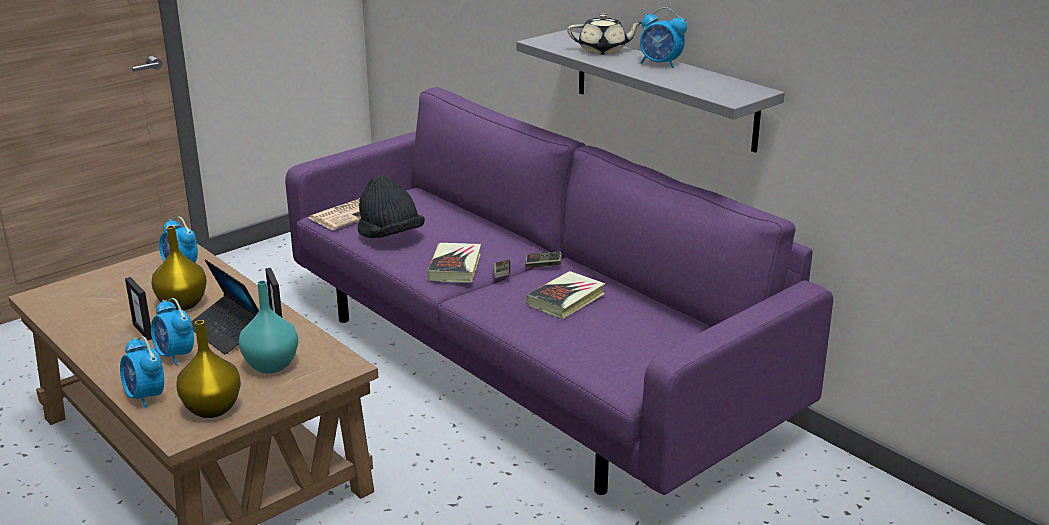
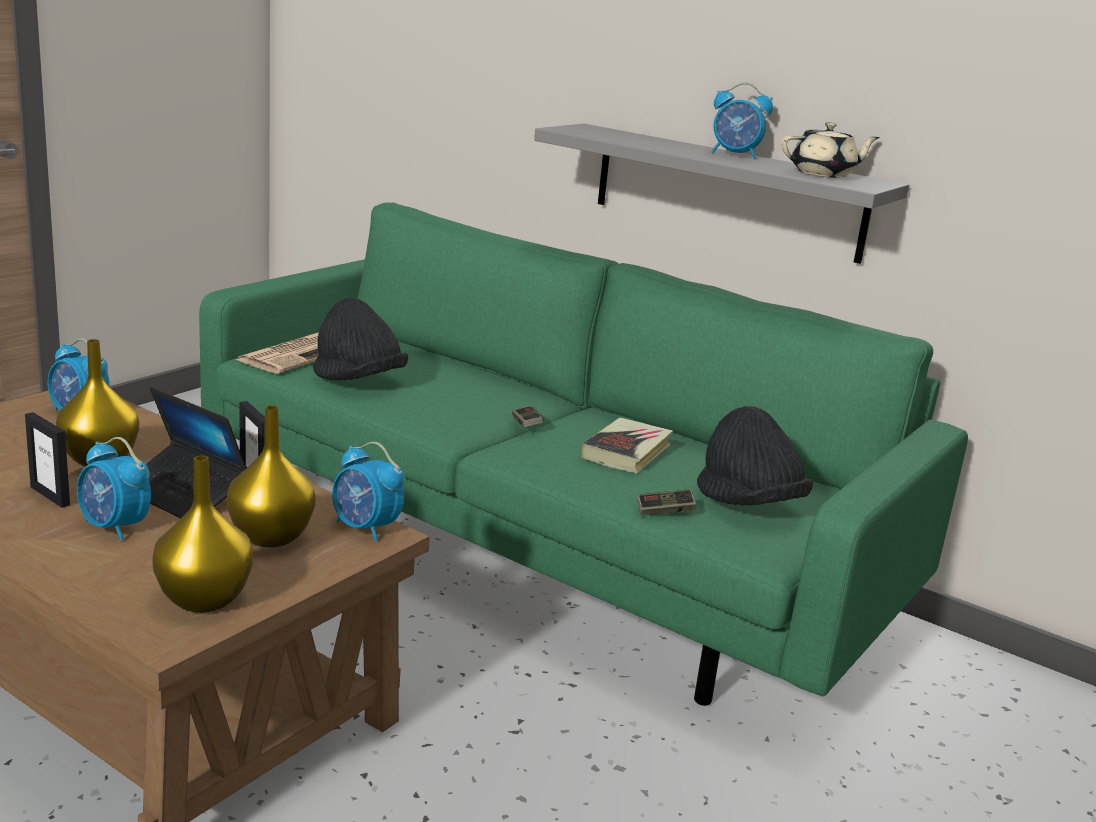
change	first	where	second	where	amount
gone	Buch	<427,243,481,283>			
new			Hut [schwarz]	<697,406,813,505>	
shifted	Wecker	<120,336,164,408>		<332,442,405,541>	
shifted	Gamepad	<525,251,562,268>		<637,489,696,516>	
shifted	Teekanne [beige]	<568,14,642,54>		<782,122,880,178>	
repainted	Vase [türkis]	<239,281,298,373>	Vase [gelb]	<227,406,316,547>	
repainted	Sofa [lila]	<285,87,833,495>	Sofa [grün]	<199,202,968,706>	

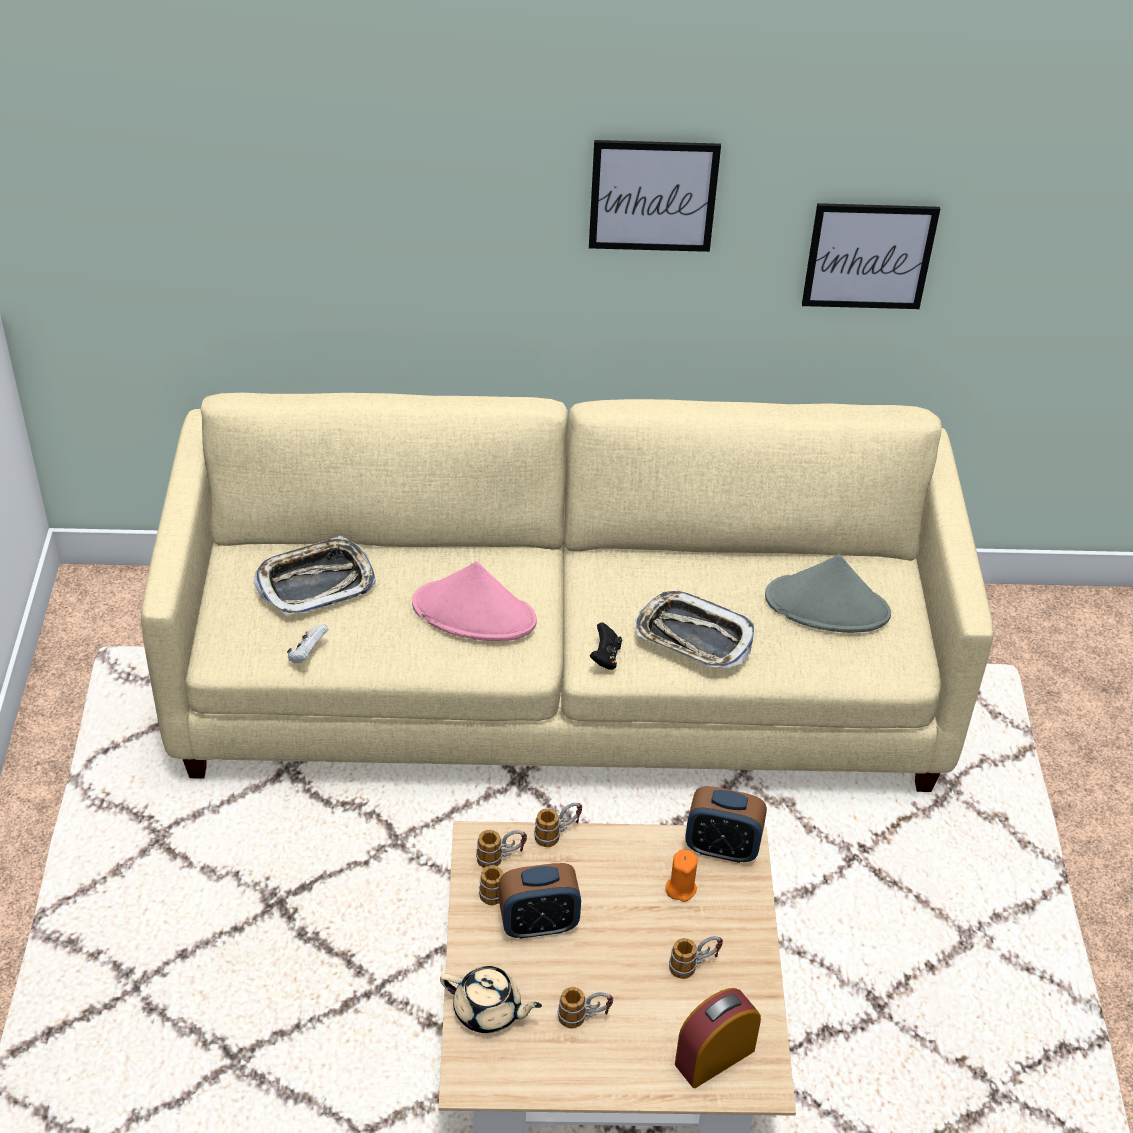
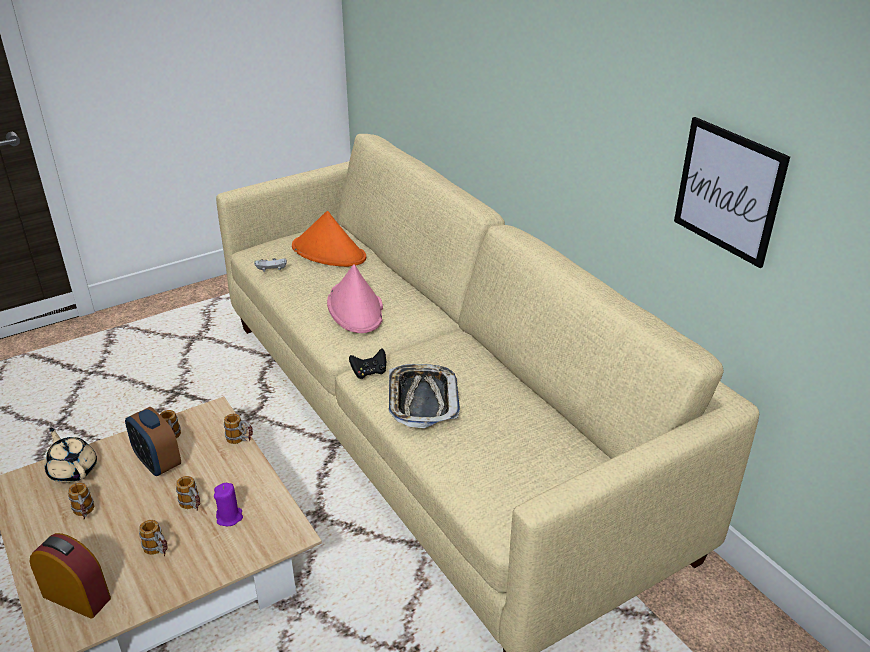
change	first	where	second	where	amount
gone	Bild	<589,140,721,252>			
gone	Wecker	<685,786,767,863>			
gone	Hut [grau]	<765,555,891,633>			
shifted	Henkelbecher	<476,830,527,868>		<176,476,200,511>	
swapped	Tablett	<254,536,376,616>	Hut [orange]	<292,211,366,267>	
repainted	Kerze [orange]	<665,849,698,902>	Kerze [lila]	<214,483,243,526>	
rotated	Teekanne [beige]	<440,966,542,1033>		<45,428,97,483>	150 degrees clockwise

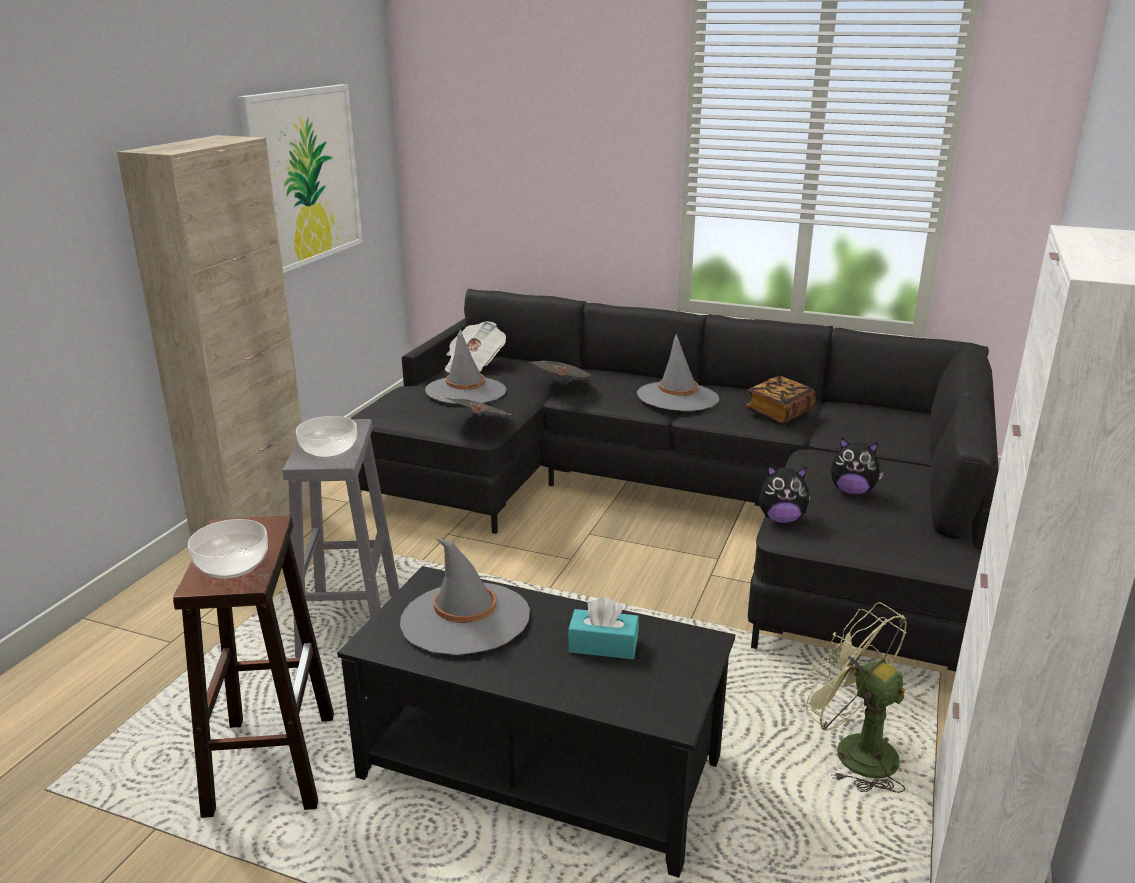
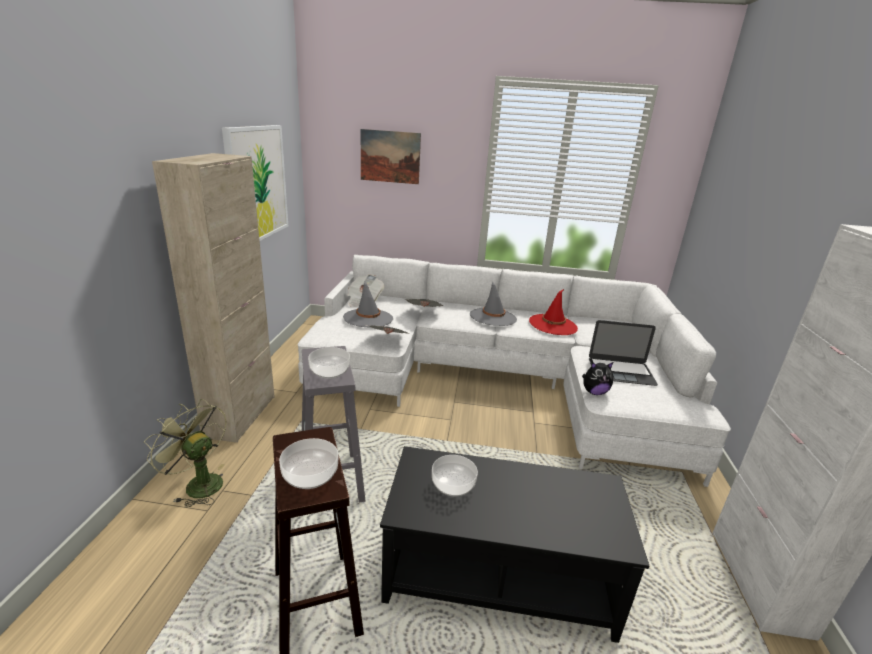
change	first	where	second	where	amount
gone	Taschentuchbox [türkis]	<568,597,639,659>			
new			Bild	<361,129,421,184>	
shifted	Ventilator [grün]	<800,602,907,793>		<144,399,227,507>	
swapped	Hut [grau]	<400,538,530,655>	Schüssel	<432,455,478,496>	
swapped	Buch	<745,376,816,425>	Hut [rot]	<529,289,578,335>	
swapped	Plüschtier	<831,437,884,495>	Laptop	<589,320,658,386>	
repainted	Sofa [schwarz]	<350,289,999,672>	Sofa [weiß]	<298,254,731,487>	

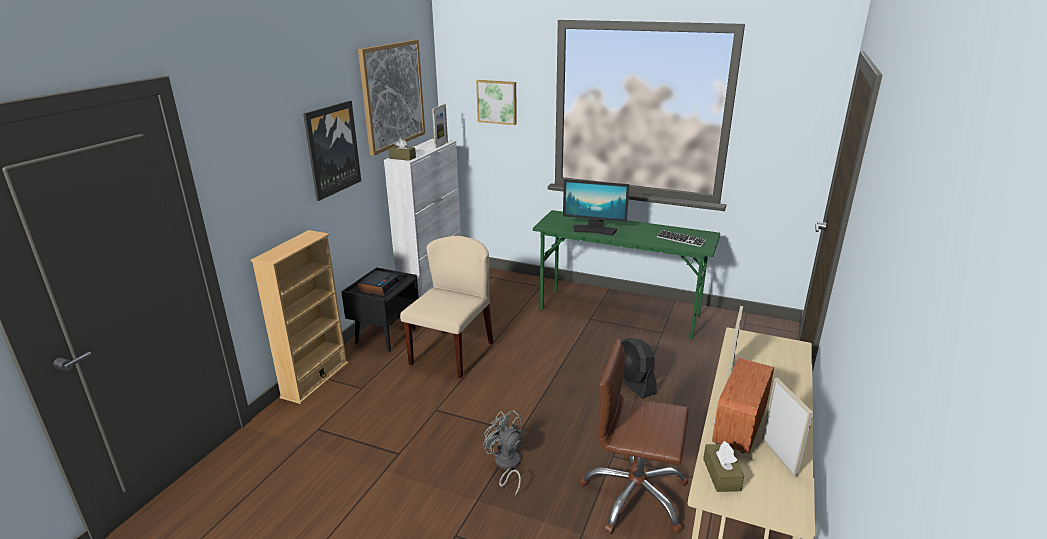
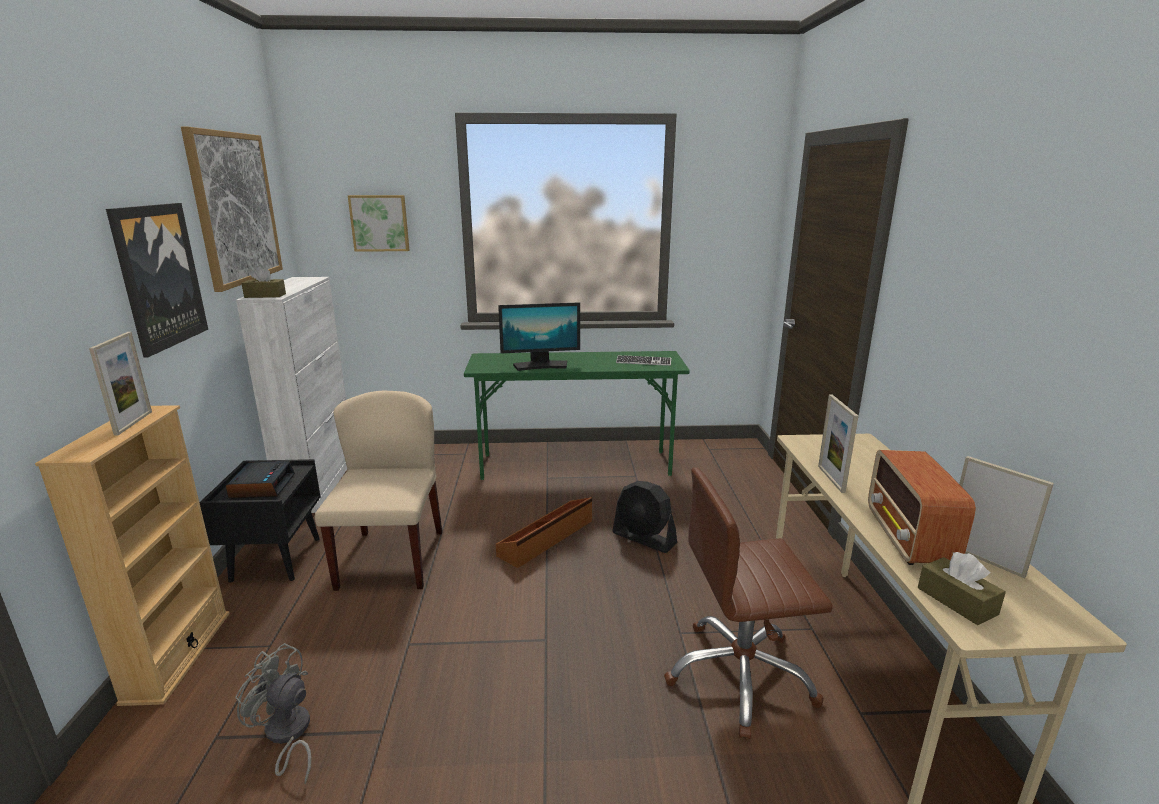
change	first	where	second	where	amount
new			Aufbewahrungsbox [braun]	<496,497,592,568>	
shifted	Bilderrahmen	<432,104,448,148>		<89,332,152,436>	
shifted	Ventilator [grau]	<483,410,523,496>		<235,643,311,785>	

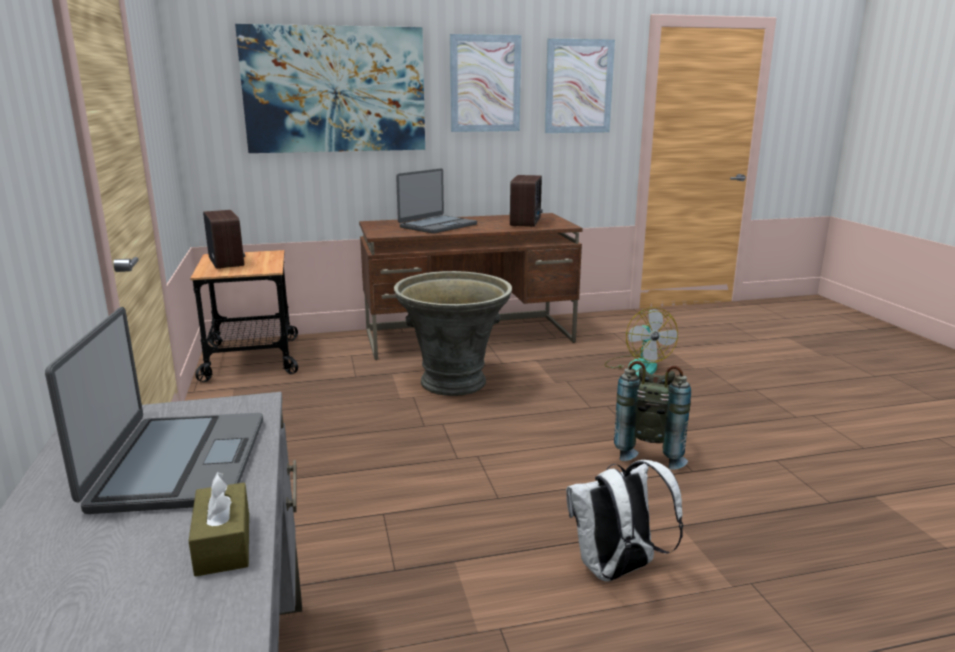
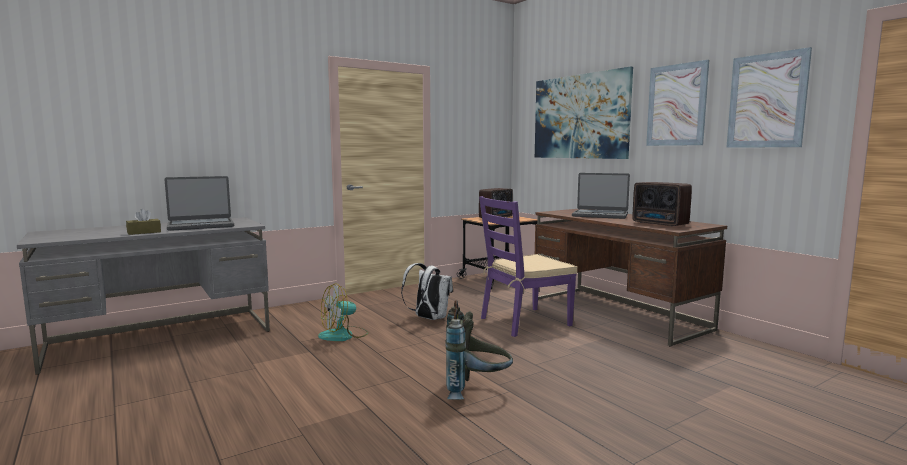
change	first	where	second	where	amount
shifted	Rucksack [weiß]	<566,460,683,582>		<401,263,453,320>	
shifted	Ventilator	<604,307,678,377>		<318,284,369,341>	
swapped	Pflanzkübel [grau]	<394,271,512,396>	Stuhl [lila]	<479,196,577,337>	
rotated	Radio	<510,175,542,227>		<632,182,692,227>	60 degrees clockwise

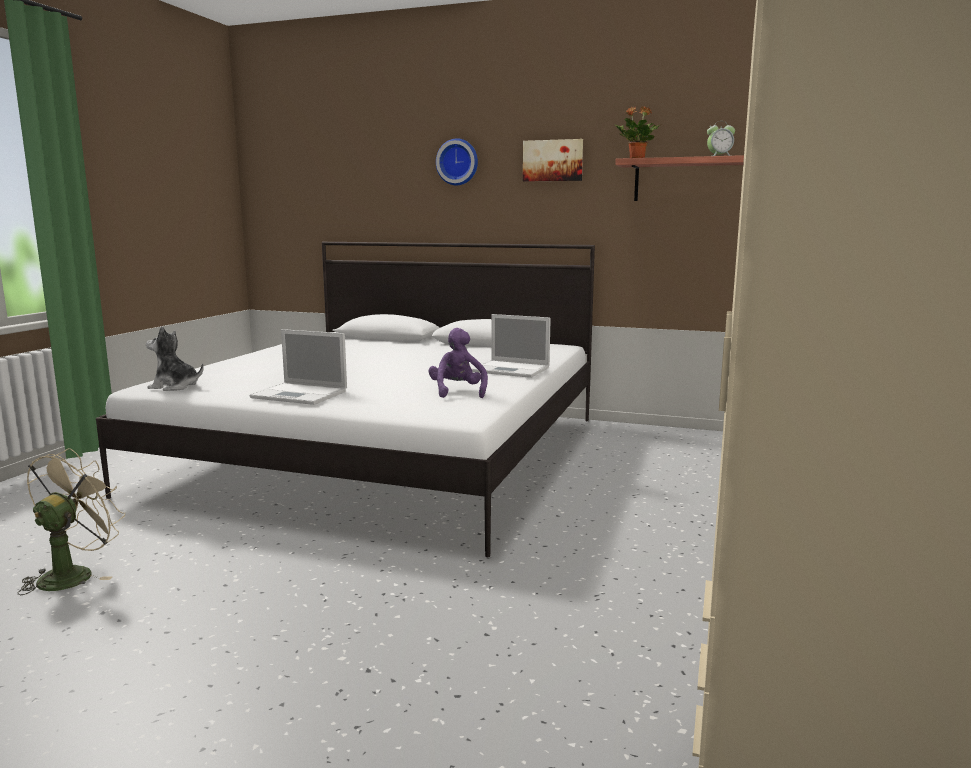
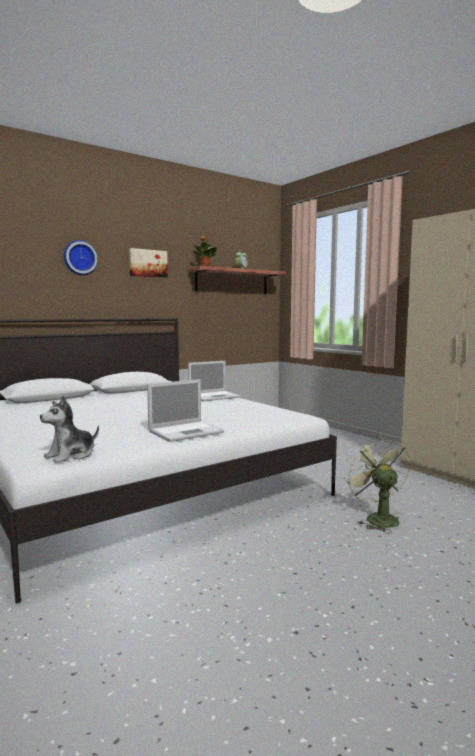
change	first	where	second	where	amount
gone	Ventilator [beige]	<18,448,125,595>			
gone	Plüschtier [lila]	<429,328,488,398>			
new			Ventilator [grün]	<344,436,410,533>	

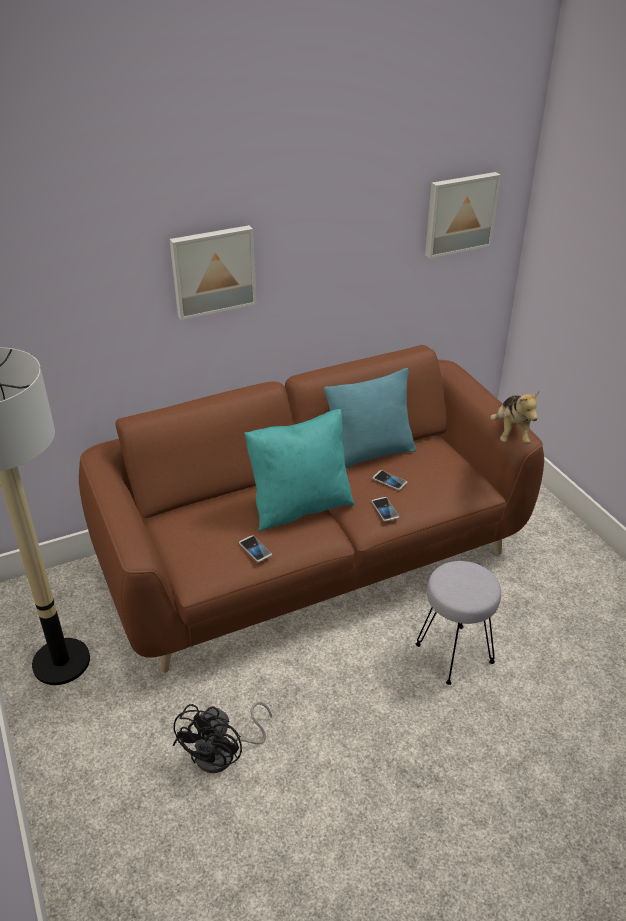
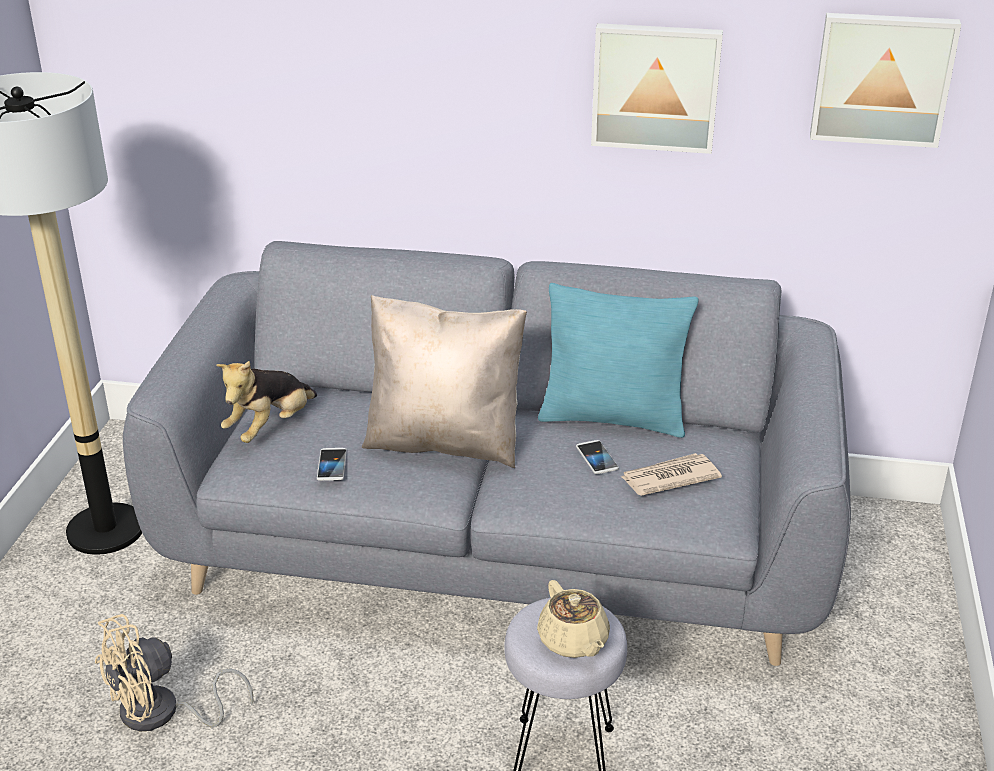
change	first	where	second	where	amount
gone	Handy	<371,497,399,521>			
new			Teekanne [beige]	<537,580,610,658>	
new			Zeitung	<621,453,722,496>	
shifted	Bild	<170,225,257,320>		<591,23,723,154>	
shifted	Plüschtier	<490,390,540,444>		<216,361,317,443>	
repainted	Sofa [braun]	<79,345,544,673>	Sofa [grau]	<123,241,851,666>	
repainted	Ventilator [schwarz]	<173,702,272,773>	Ventilator [beige]	<95,614,254,731>	
repainted	Kissen [türkis]	<244,409,355,531>	Kissen [beige]	<362,295,527,468>	

